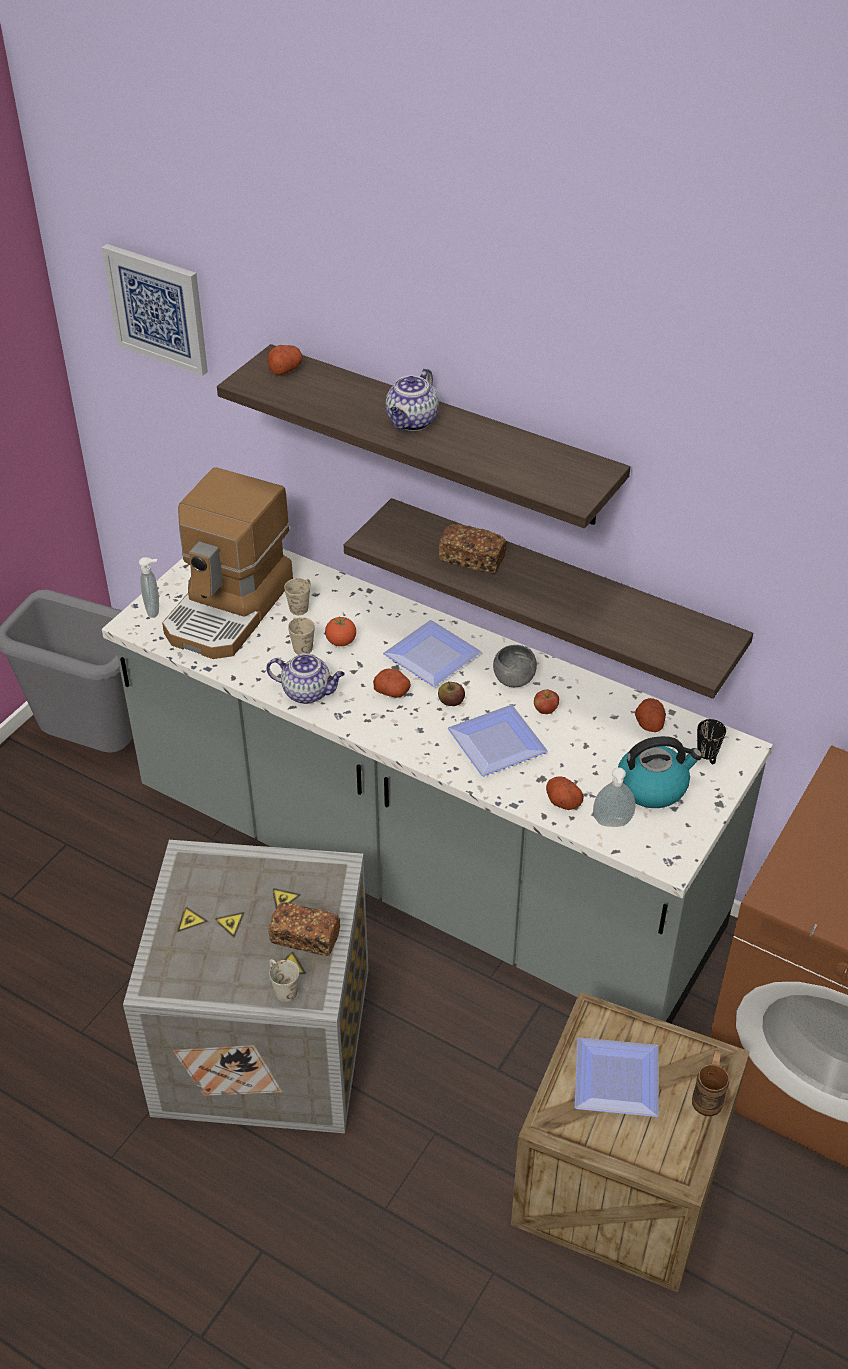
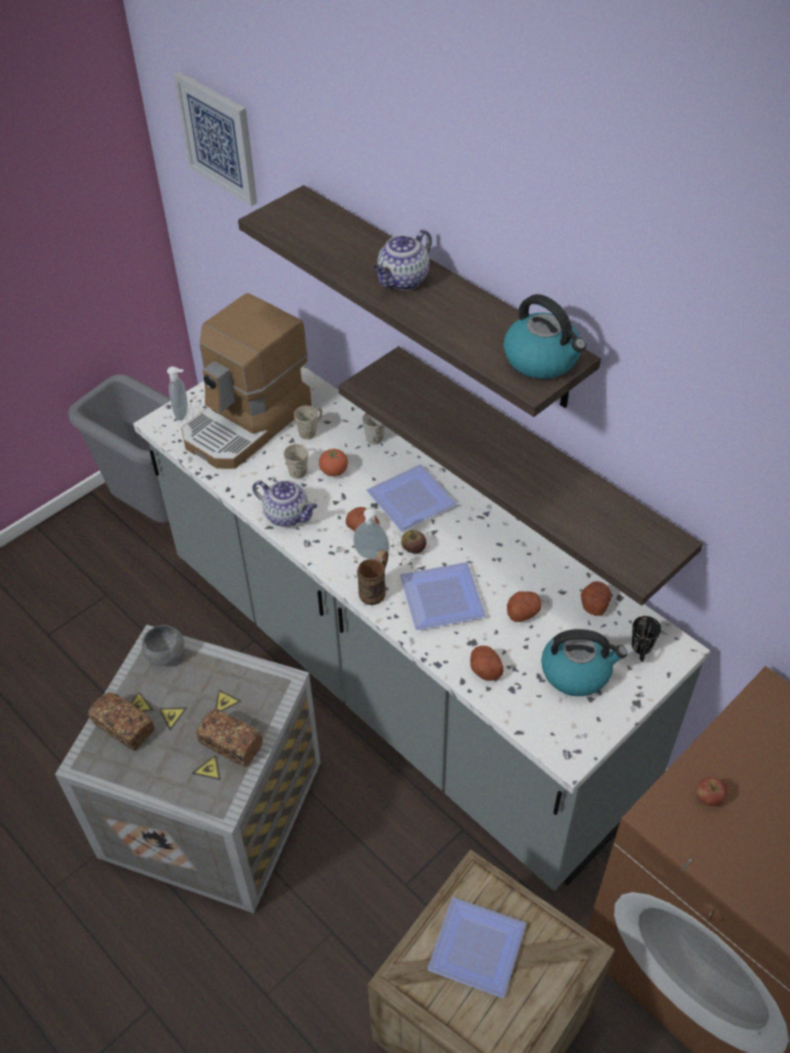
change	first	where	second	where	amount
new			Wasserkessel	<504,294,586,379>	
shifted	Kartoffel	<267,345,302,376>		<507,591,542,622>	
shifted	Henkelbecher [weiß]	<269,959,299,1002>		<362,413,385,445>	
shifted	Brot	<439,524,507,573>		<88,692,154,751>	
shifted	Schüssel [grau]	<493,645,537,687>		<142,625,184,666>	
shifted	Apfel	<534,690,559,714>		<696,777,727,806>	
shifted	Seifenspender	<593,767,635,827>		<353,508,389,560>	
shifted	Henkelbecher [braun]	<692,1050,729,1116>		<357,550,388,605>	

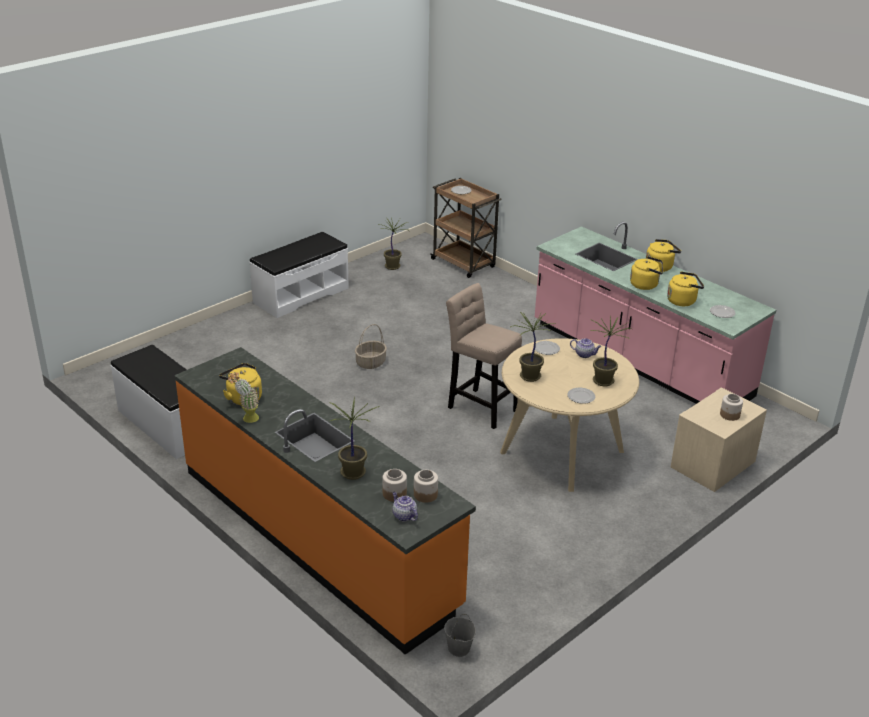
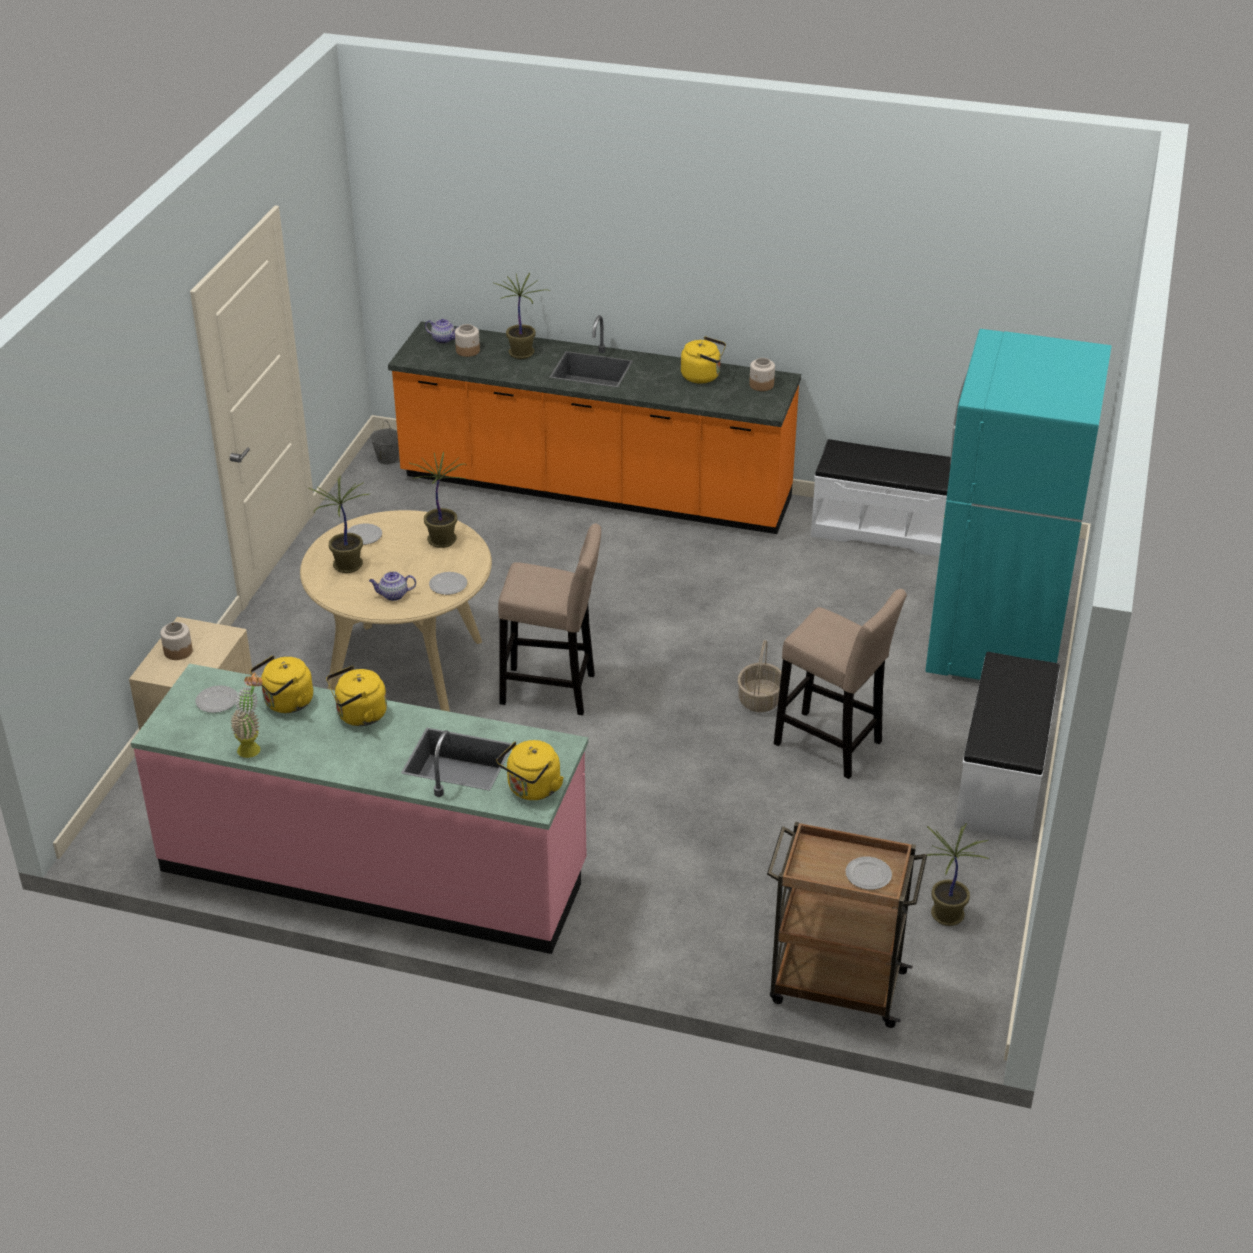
change	first	where	second	where	amount
new			Hocker [beige]	<774,589,907,779>	
new			Kühlschrank [türkis]	<925,329,1112,684>	
shifted	Topfpflanze	<228,371,259,423>		<230,672,263,758>	
shifted	Vorratsglas	<414,470,438,503>		<749,358,775,391>	
shifted	Wasserkessel [gelb]	<646,239,681,272>		<496,740,564,800>	

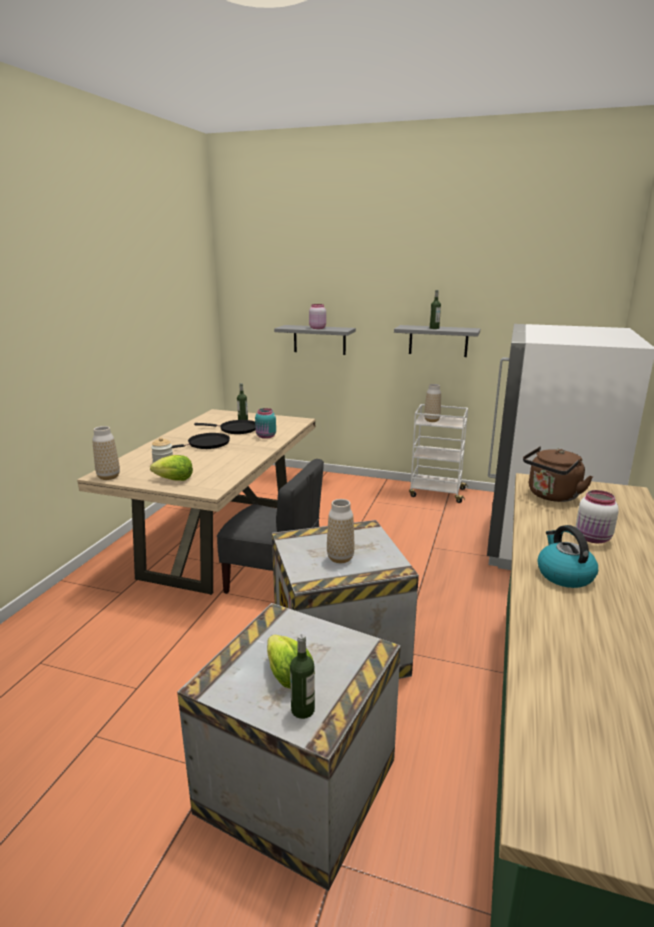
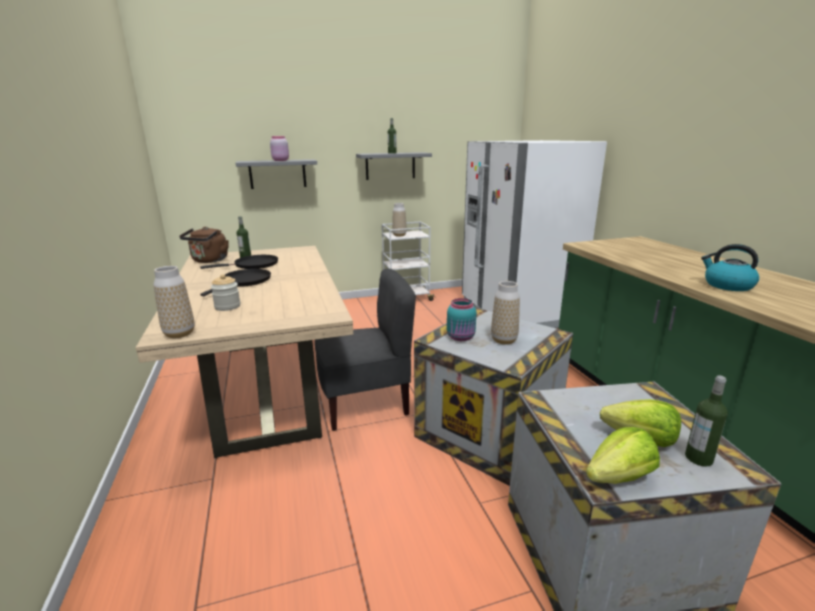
change	first	where	second	where	amount
gone	Vorratsglas [weiß]	<576,490,619,543>			
shifted	Salatkopf	<150,455,193,481>		<586,427,660,484>	
shifted	Vorratsglas [türkis]	<255,408,276,439>		<447,298,476,341>	
shifted	Wasserkessel [braun]	<523,446,593,502>		<179,227,229,263>	

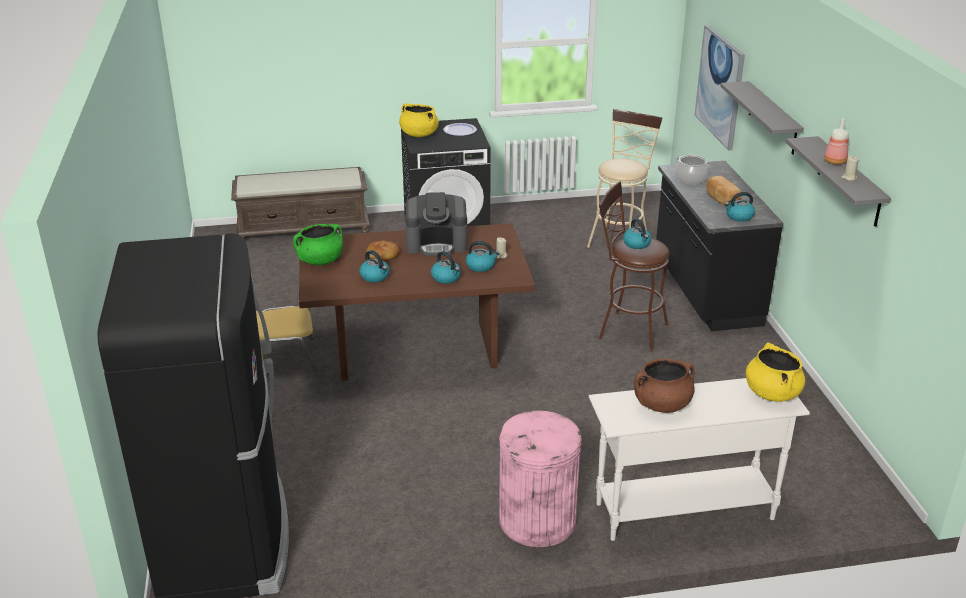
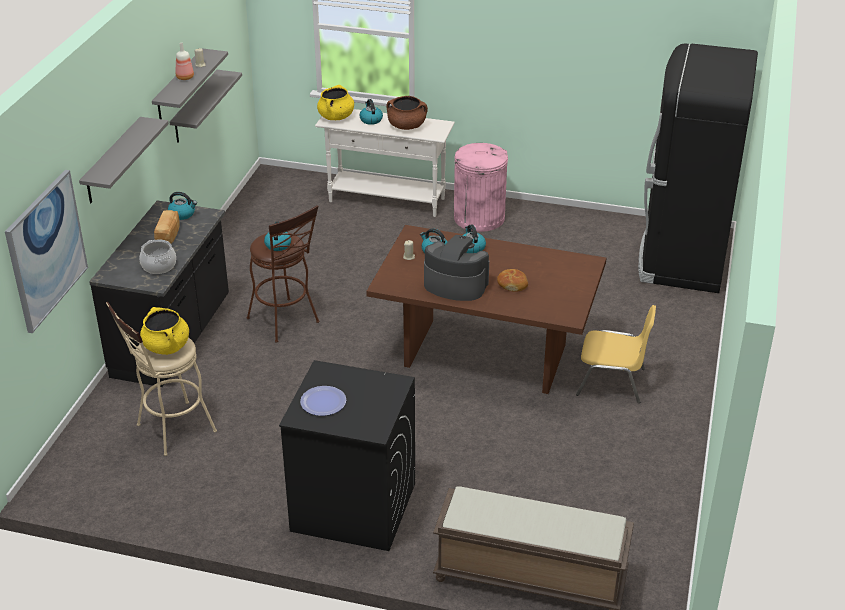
change	first	where	second	where	amount
gone	Kochtopf [grün]	<293,224,343,265>			
new			Wandregal [grau]	<169,70,242,143>	
shifted	Wasserkessel	<360,250,390,283>		<359,99,383,125>	
shifted	Kochtopf [gelb]	<399,104,439,137>		<140,307,189,355>	

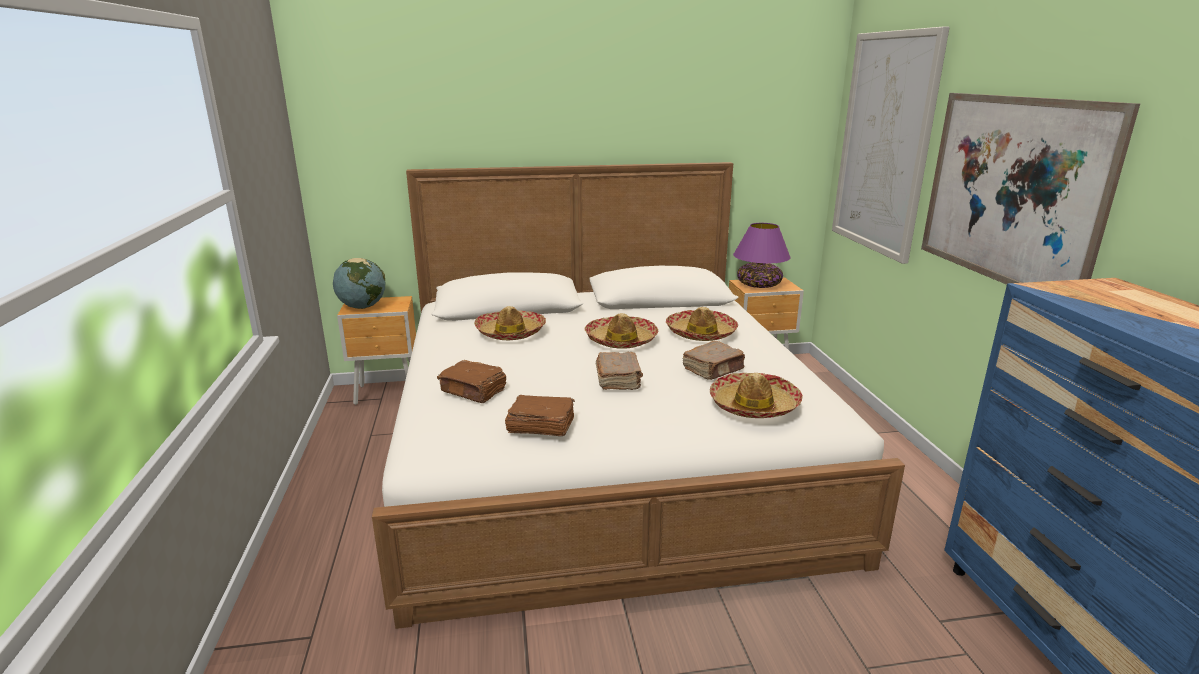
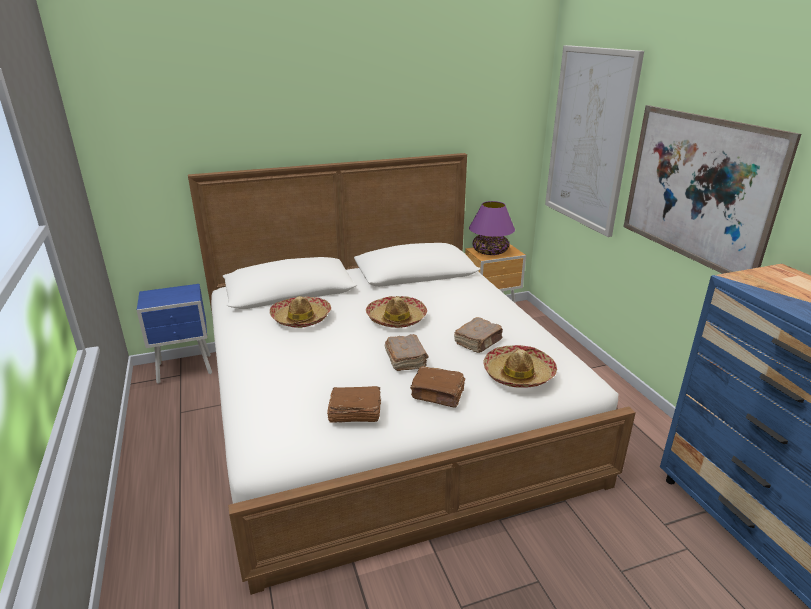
change	first	where	second	where	amount
gone	Globus	<333,258,385,309>			
gone	Hut	<666,307,738,341>			
shifted	Buch [braun]	<437,360,506,403>		<410,366,465,408>	
repainted	Nachttisch [braun]	<337,296,416,405>	Nachttisch [blau]	<137,284,212,384>	

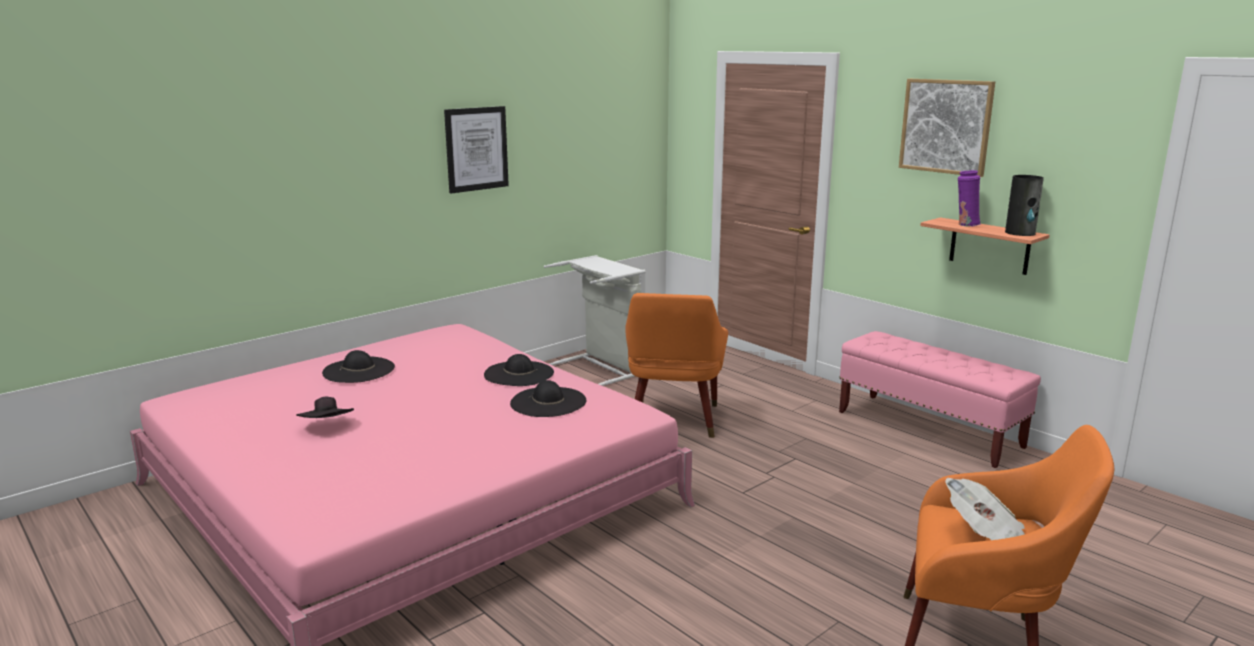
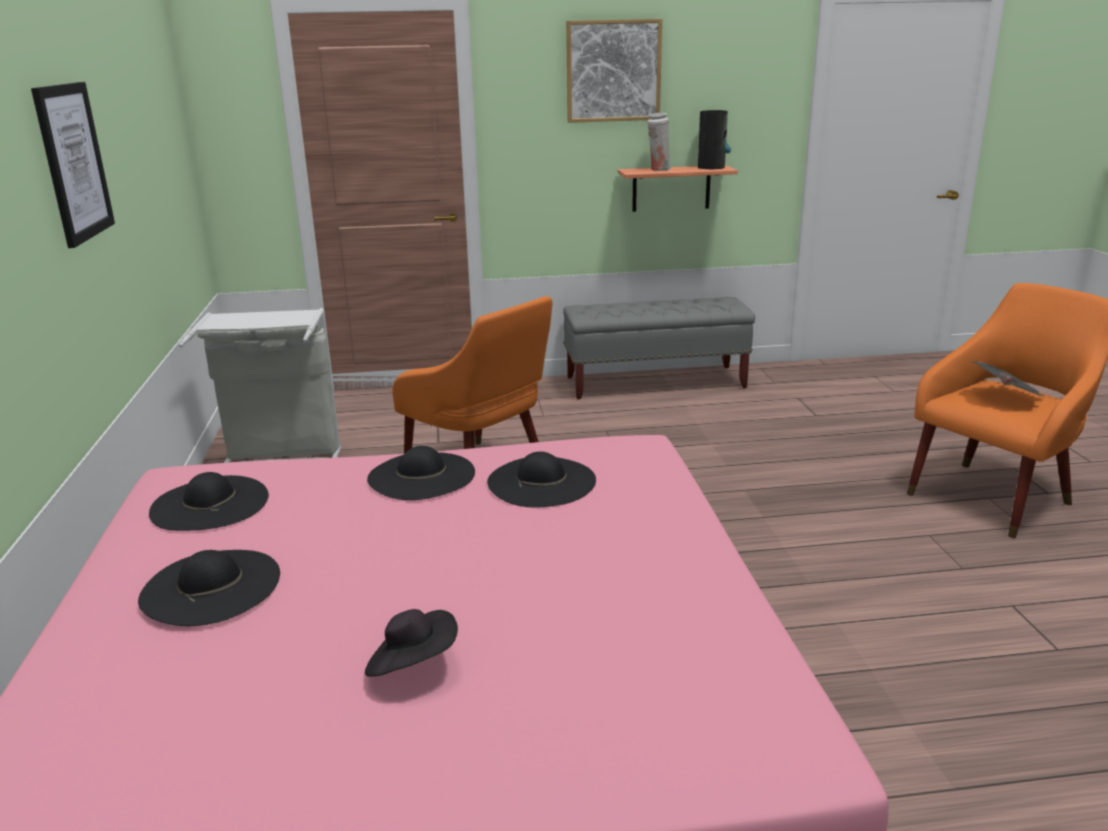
change	first	where	second	where	amount
new			Hut [schwarz]	<149,472,269,531>	
repainted	Bank [rosa]	<839,331,1041,468>	Bank [grau]	<563,297,755,400>	
repainted	Vase [lila]	<958,170,981,227>	Vase [weiß]	<647,113,671,171>	

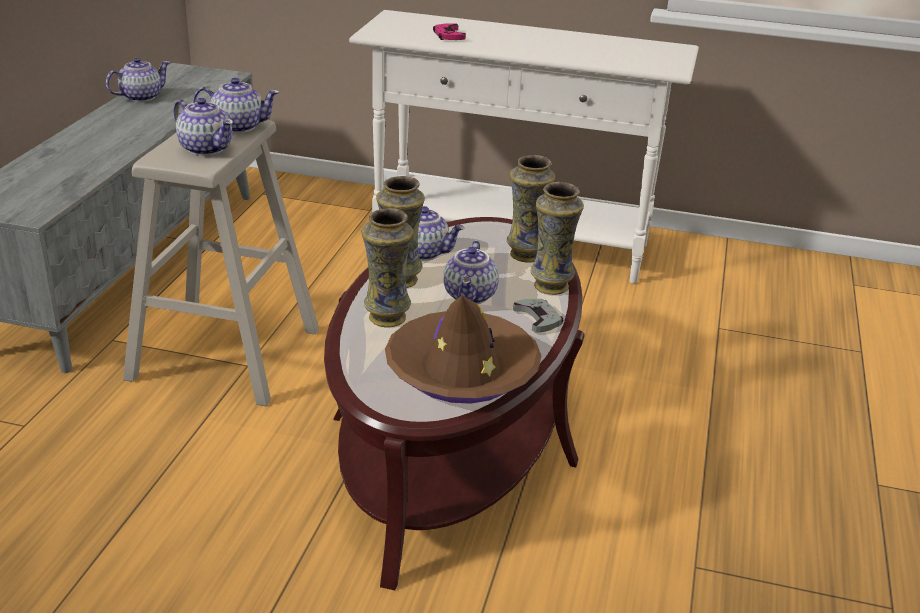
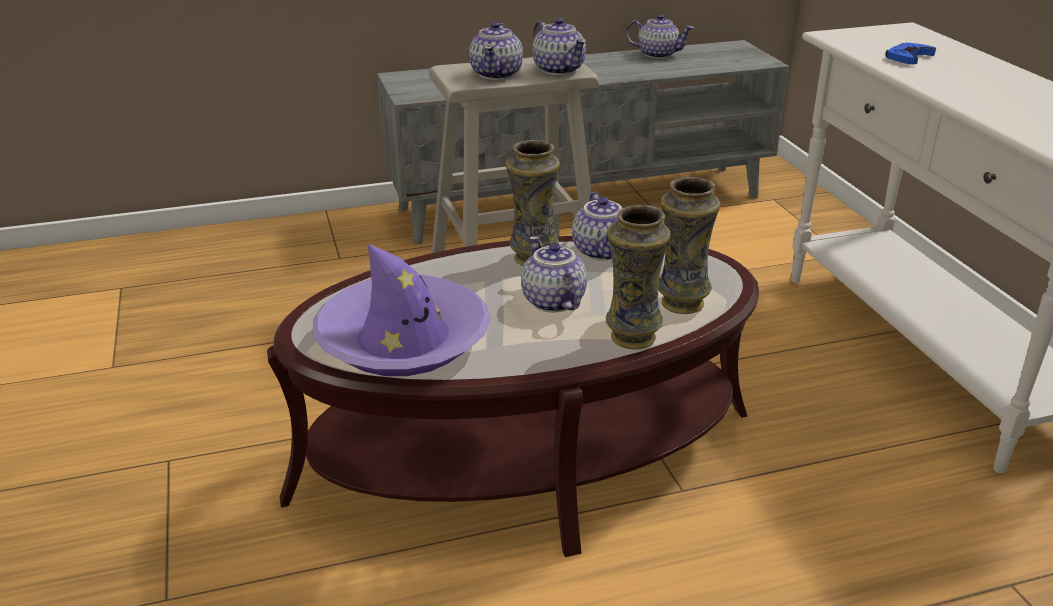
change	first	where	second	where	amount
gone	Vase	<361,208,413,327>			
gone	Gamepad [grau]	<513,299,563,333>			
repainted	Hut [braun]	<385,295,541,404>	Hut [lila]	<313,244,490,376>	
repainted	Gamepad [rosa]	<433,23,466,40>	Gamepad [blau]	<885,43,936,64>	
rotated	Teekanne	<443,240,499,304>		<521,236,587,313>	90 degrees clockwise

